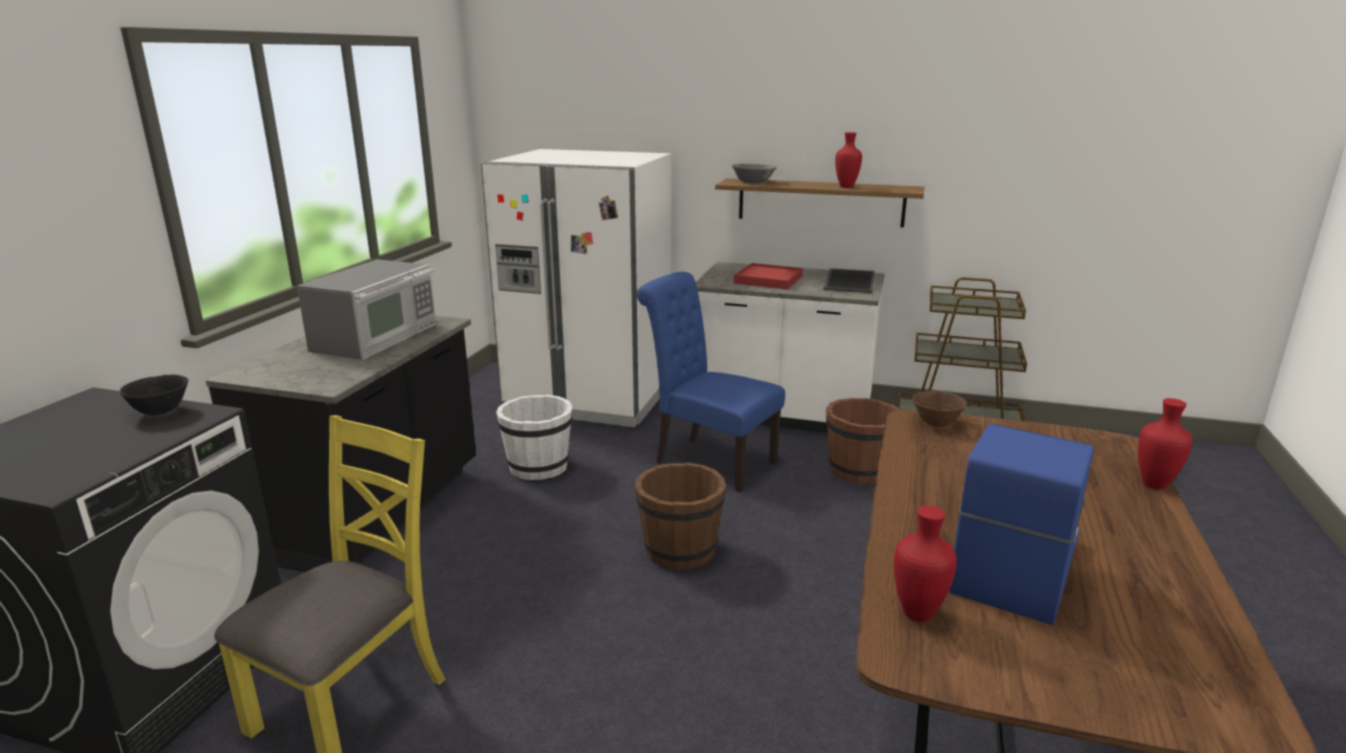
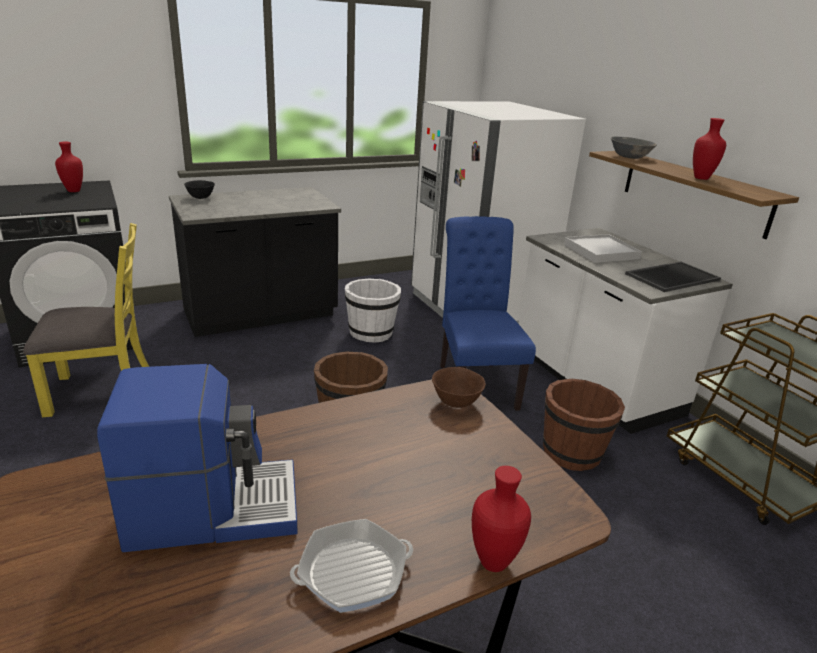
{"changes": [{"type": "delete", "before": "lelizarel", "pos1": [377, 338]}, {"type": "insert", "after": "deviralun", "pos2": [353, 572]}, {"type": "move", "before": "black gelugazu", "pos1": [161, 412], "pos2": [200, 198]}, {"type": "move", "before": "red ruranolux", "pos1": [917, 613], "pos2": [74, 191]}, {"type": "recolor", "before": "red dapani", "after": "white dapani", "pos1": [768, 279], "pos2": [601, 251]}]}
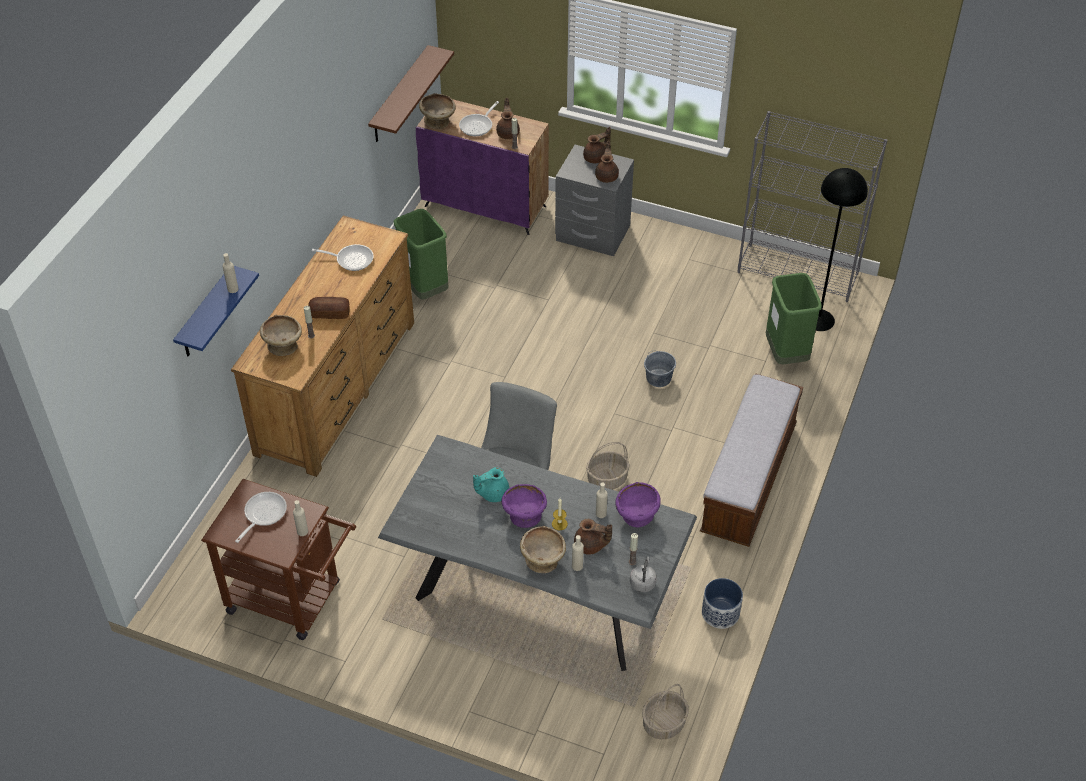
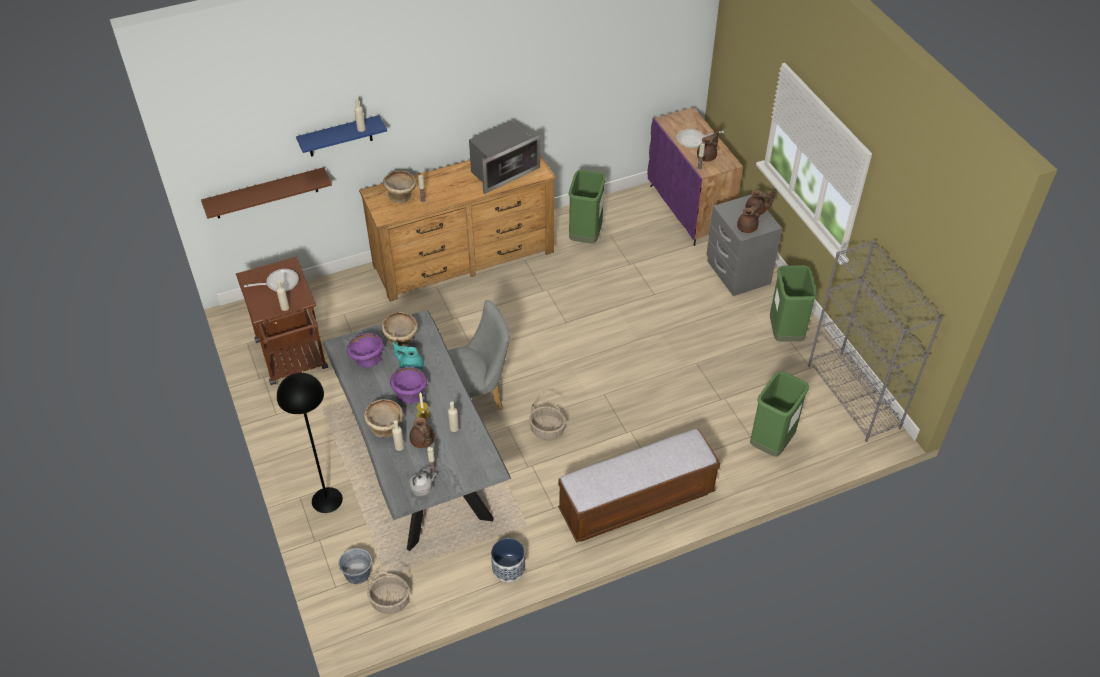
{"changes": [{"type": "delete", "before": "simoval", "pos1": [330, 313]}, {"type": "insert", "after": "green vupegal", "pos2": [785, 333]}, {"type": "move", "before": "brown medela", "pos1": [399, 95], "pos2": [265, 193]}, {"type": "move", "before": "beige gelugazu", "pos1": [438, 121], "pos2": [401, 339]}, {"type": "move", "before": "purple gelugazu", "pos1": [636, 516], "pos2": [367, 359]}, {"type": "move", "before": "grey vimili", "pos1": [659, 378], "pos2": [357, 573]}, {"type": "move", "before": "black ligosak", "pos1": [818, 320], "pos2": [326, 500]}, {"type": "replace", "before": "deviralun", "after": "lelizarel", "pos1": [351, 259], "pos2": [502, 171]}]}
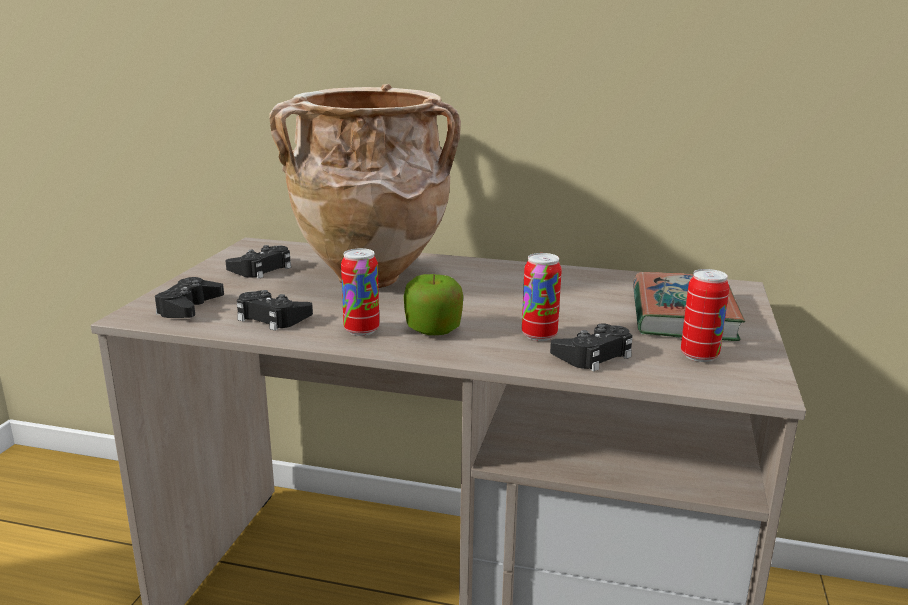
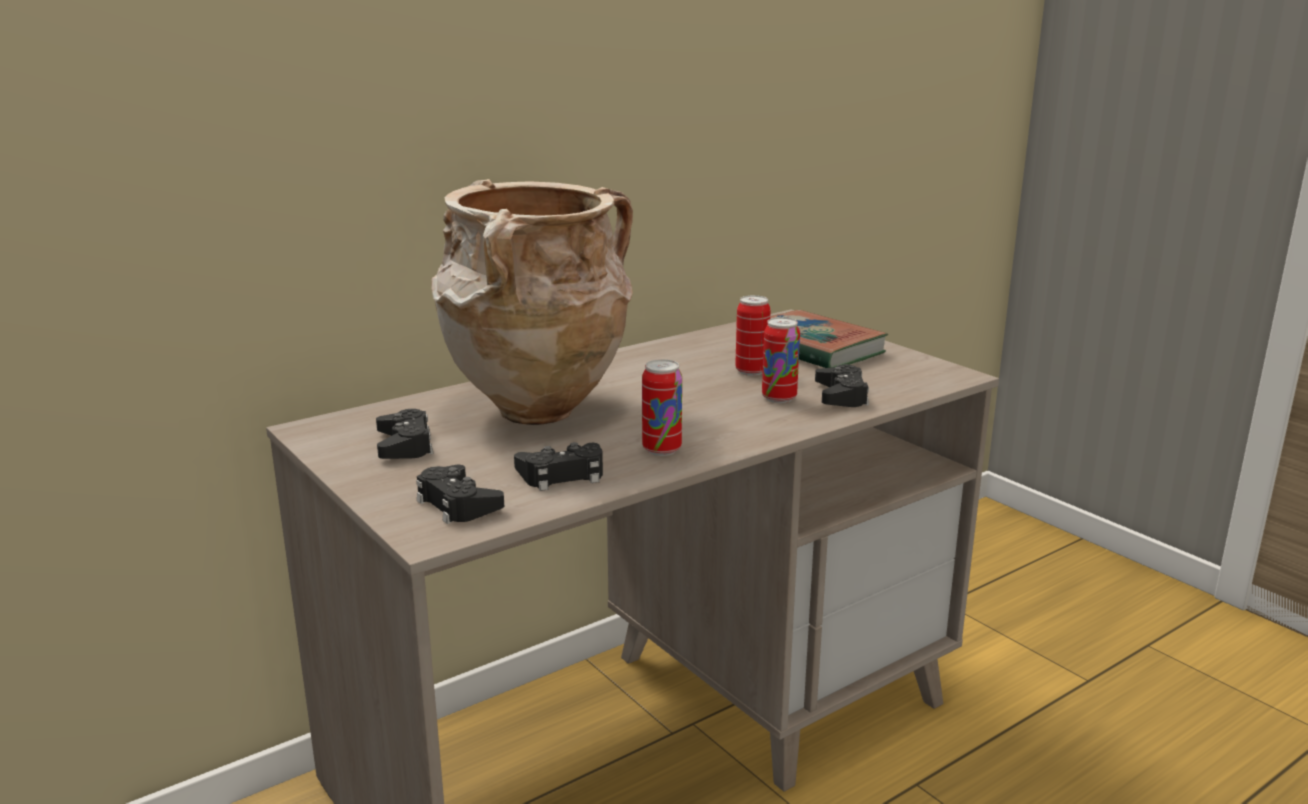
{"changes": [{"type": "delete", "before": "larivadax", "pos1": [433, 329]}, {"type": "move", "before": "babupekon", "pos1": [699, 356], "pos2": [751, 371]}]}
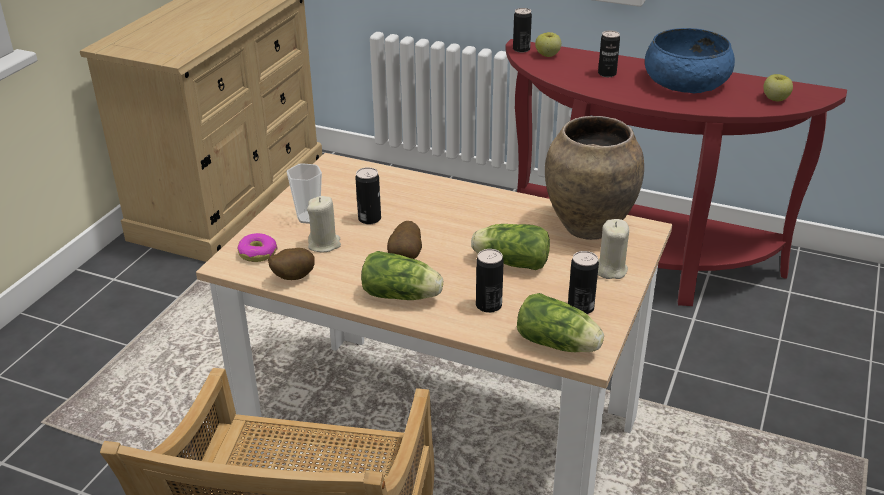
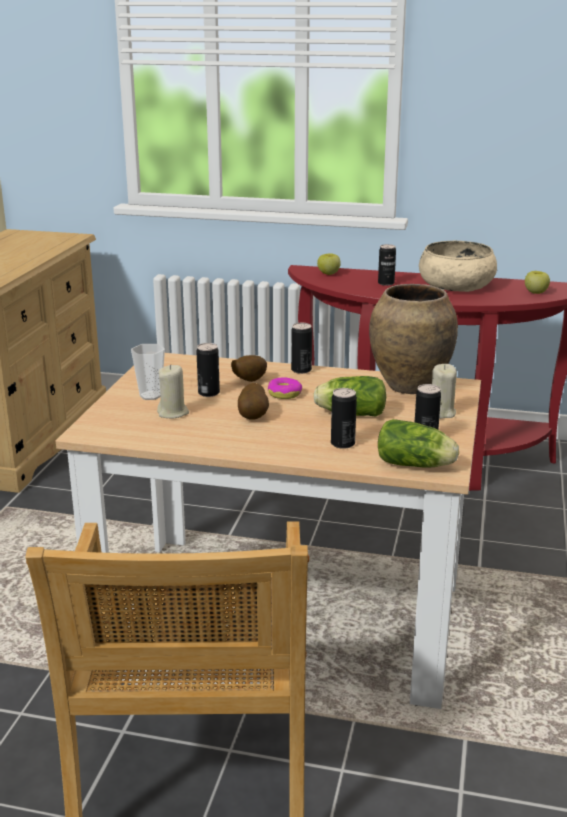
{"changes": [{"type": "delete", "before": "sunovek", "pos1": [403, 296]}, {"type": "move", "before": "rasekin", "pos1": [258, 253], "pos2": [284, 394]}, {"type": "move", "before": "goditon", "pos1": [292, 277], "pos2": [248, 381]}, {"type": "move", "before": "babupekon", "pos1": [521, 49], "pos2": [301, 370]}, {"type": "recolor", "before": "blue gelugazu", "after": "beige gelugazu", "pos1": [686, 81], "pos2": [456, 285]}]}
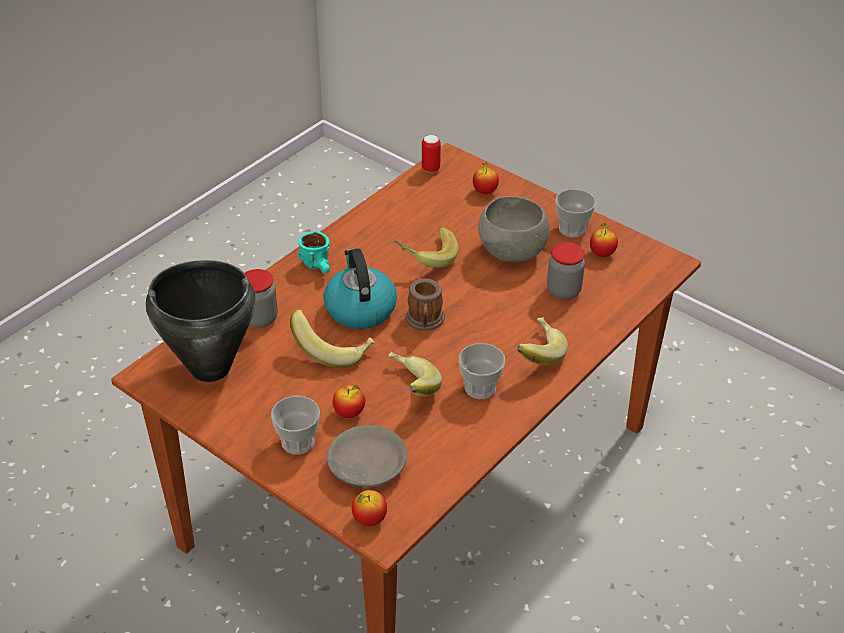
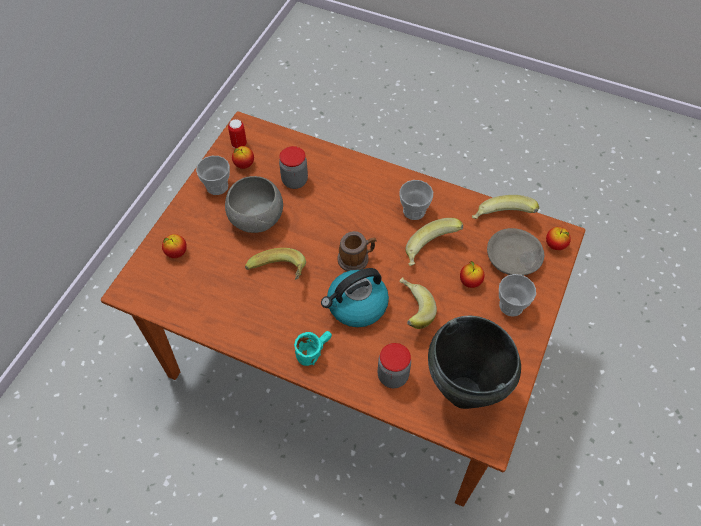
{"changes": [{"type": "move", "before": "babupekon", "pos1": [430, 169], "pos2": [239, 144]}, {"type": "move", "before": "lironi", "pos1": [536, 354], "pos2": [501, 220]}]}
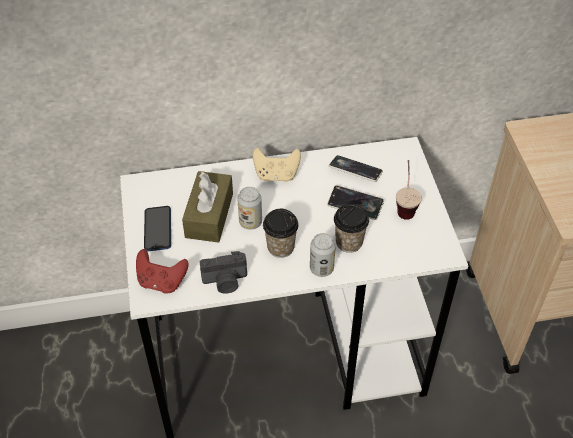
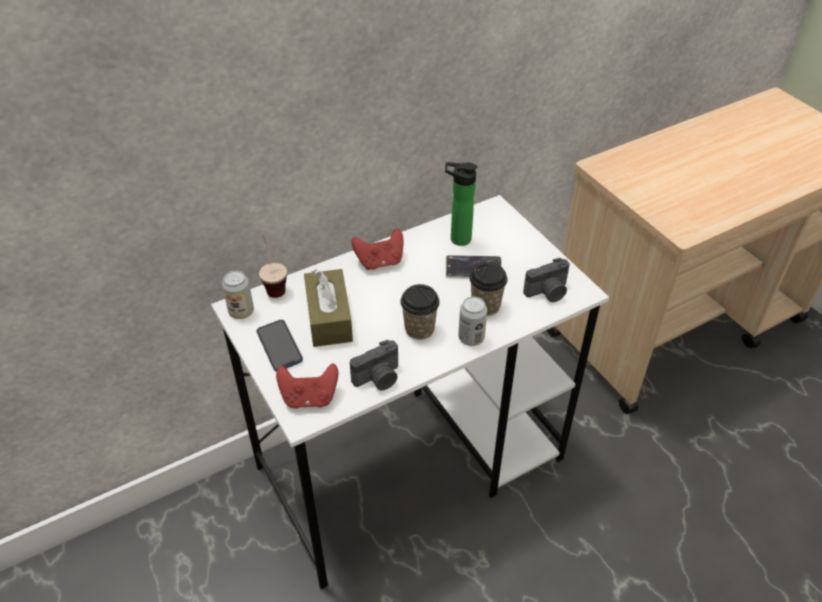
{"changes": [{"type": "insert", "after": "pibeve", "pos2": [548, 292]}, {"type": "move", "before": "babupekon", "pos1": [250, 222], "pos2": [241, 312]}, {"type": "move", "before": "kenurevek", "pos1": [405, 205], "pos2": [274, 284]}, {"type": "replace", "before": "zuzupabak", "after": "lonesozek", "pos1": [355, 171], "pos2": [457, 239]}, {"type": "recolor", "before": "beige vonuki", "after": "red vonuki", "pos1": [276, 175], "pos2": [380, 262]}]}
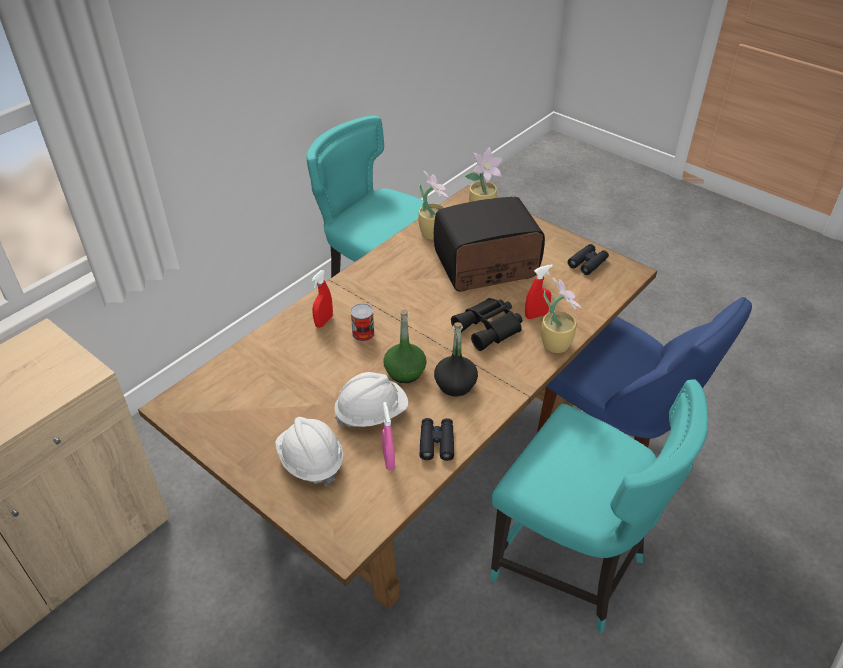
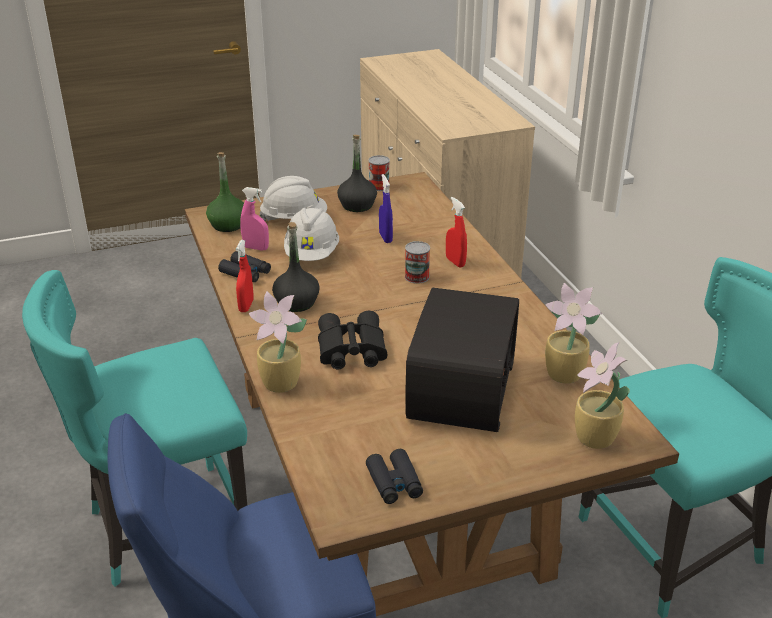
{"changes": [{"type": "insert", "after": "black lonesozek", "pos2": [357, 205]}, {"type": "insert", "after": "babupekon", "pos2": [379, 186]}, {"type": "insert", "after": "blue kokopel", "pos2": [385, 238]}, {"type": "move", "before": "green lonesozek", "pos1": [405, 372], "pos2": [228, 225]}, {"type": "move", "before": "red kokopel", "pos1": [536, 315], "pos2": [246, 306]}]}
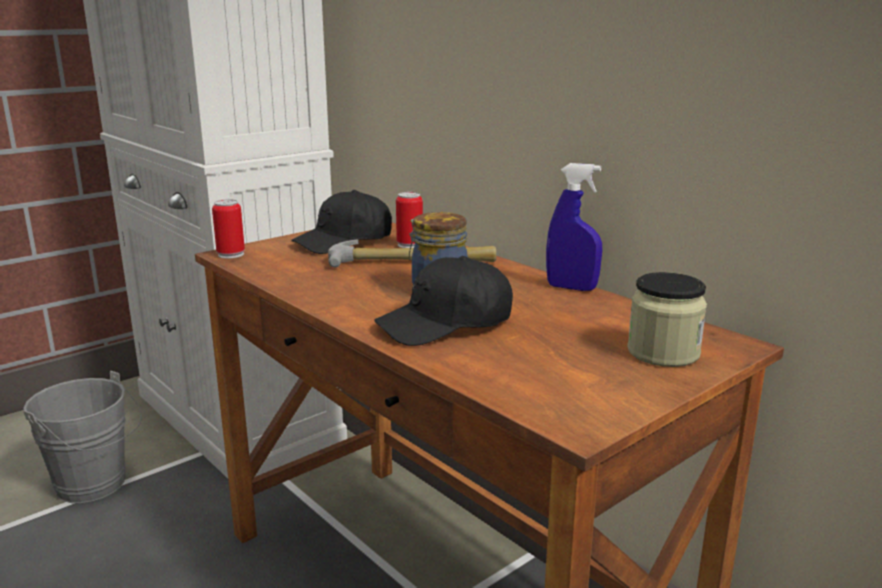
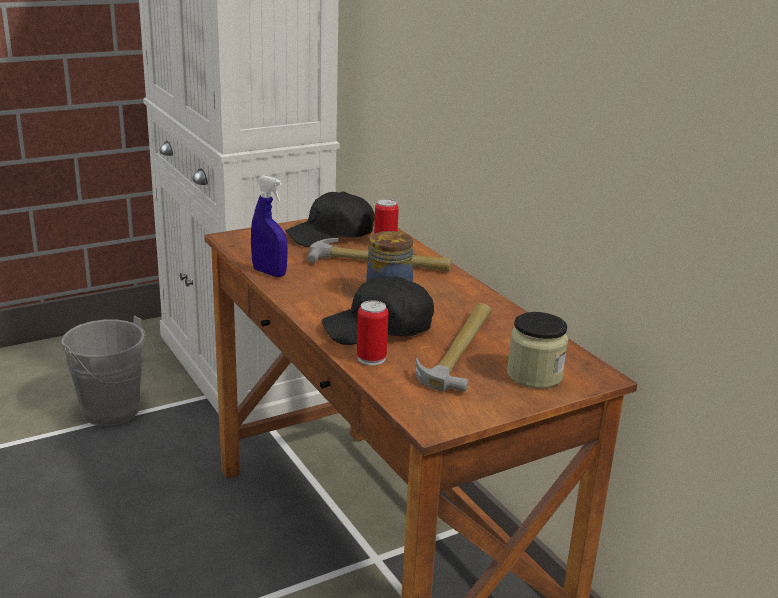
{"changes": [{"type": "insert", "after": "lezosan", "pos2": [460, 350]}, {"type": "move", "before": "babupekon", "pos1": [231, 254], "pos2": [371, 358]}, {"type": "move", "before": "blue kokopel", "pos1": [571, 288], "pos2": [269, 273]}]}
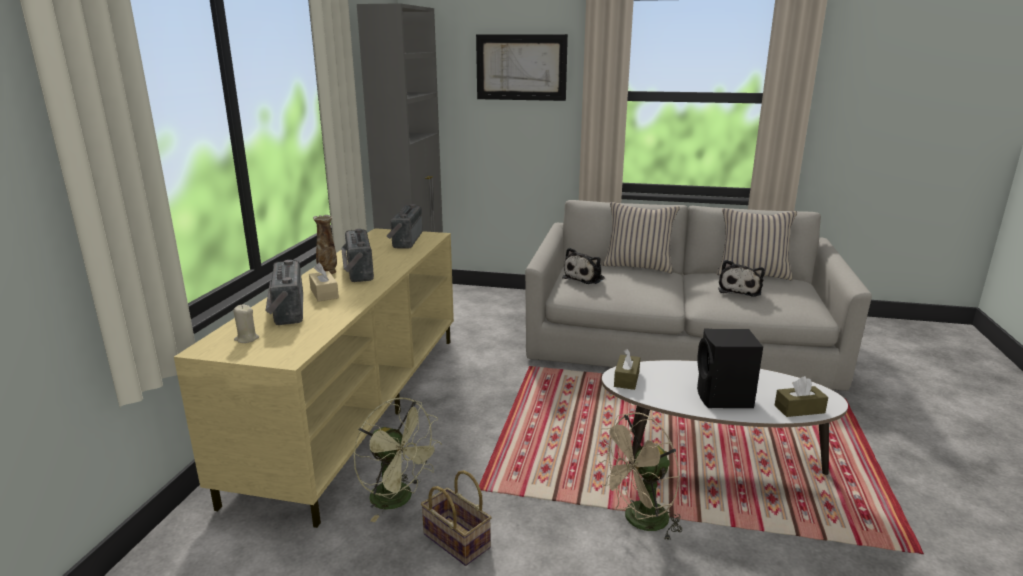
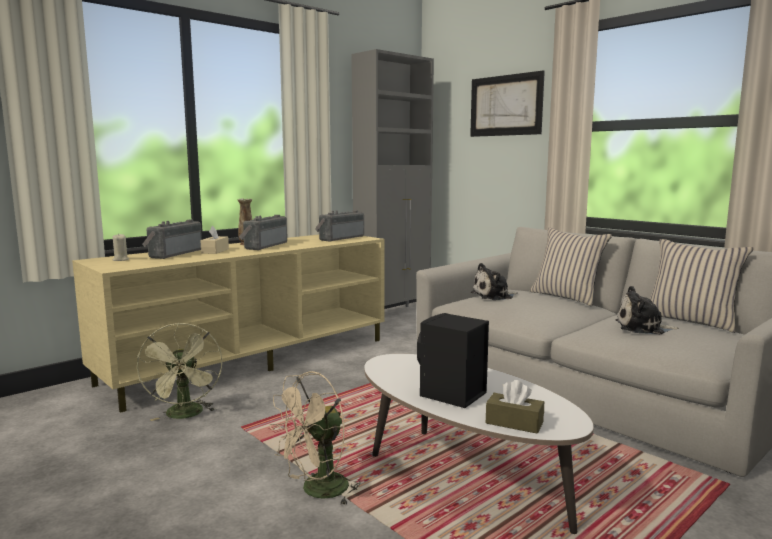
{"changes": [{"type": "delete", "before": "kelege", "pos1": [454, 541]}, {"type": "delete", "before": "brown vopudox", "pos1": [626, 379]}, {"type": "rotate", "before": "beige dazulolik", "pos1": [639, 522], "pos2": [317, 491], "turn": -45}, {"type": "rotate", "before": "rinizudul", "pos1": [739, 290], "pos2": [643, 328], "turn": 45}]}
